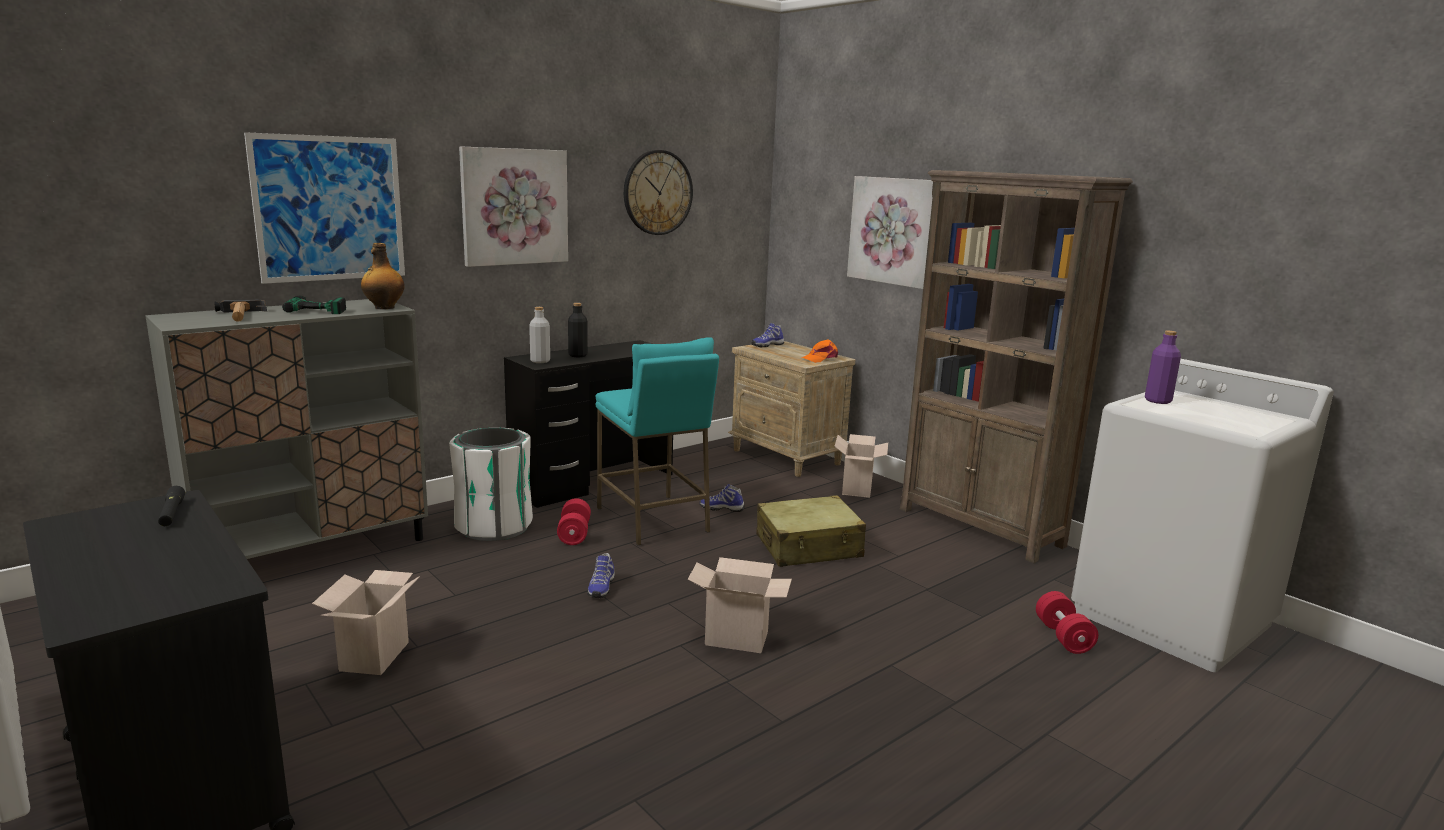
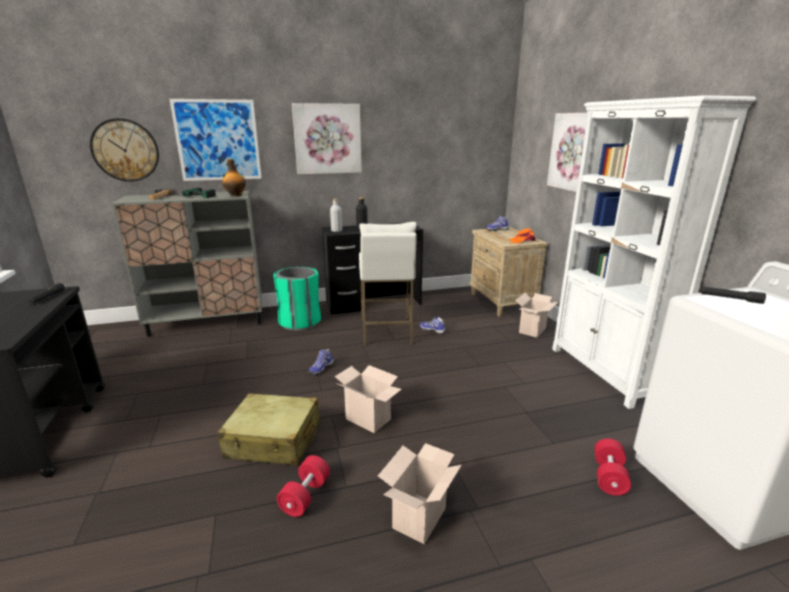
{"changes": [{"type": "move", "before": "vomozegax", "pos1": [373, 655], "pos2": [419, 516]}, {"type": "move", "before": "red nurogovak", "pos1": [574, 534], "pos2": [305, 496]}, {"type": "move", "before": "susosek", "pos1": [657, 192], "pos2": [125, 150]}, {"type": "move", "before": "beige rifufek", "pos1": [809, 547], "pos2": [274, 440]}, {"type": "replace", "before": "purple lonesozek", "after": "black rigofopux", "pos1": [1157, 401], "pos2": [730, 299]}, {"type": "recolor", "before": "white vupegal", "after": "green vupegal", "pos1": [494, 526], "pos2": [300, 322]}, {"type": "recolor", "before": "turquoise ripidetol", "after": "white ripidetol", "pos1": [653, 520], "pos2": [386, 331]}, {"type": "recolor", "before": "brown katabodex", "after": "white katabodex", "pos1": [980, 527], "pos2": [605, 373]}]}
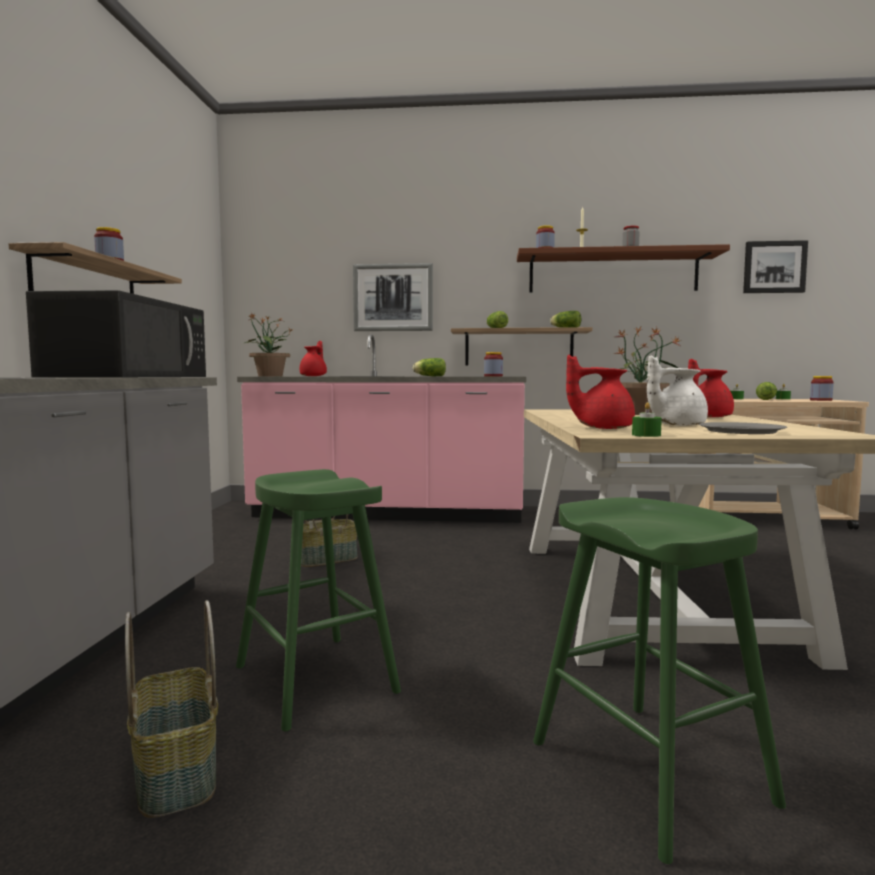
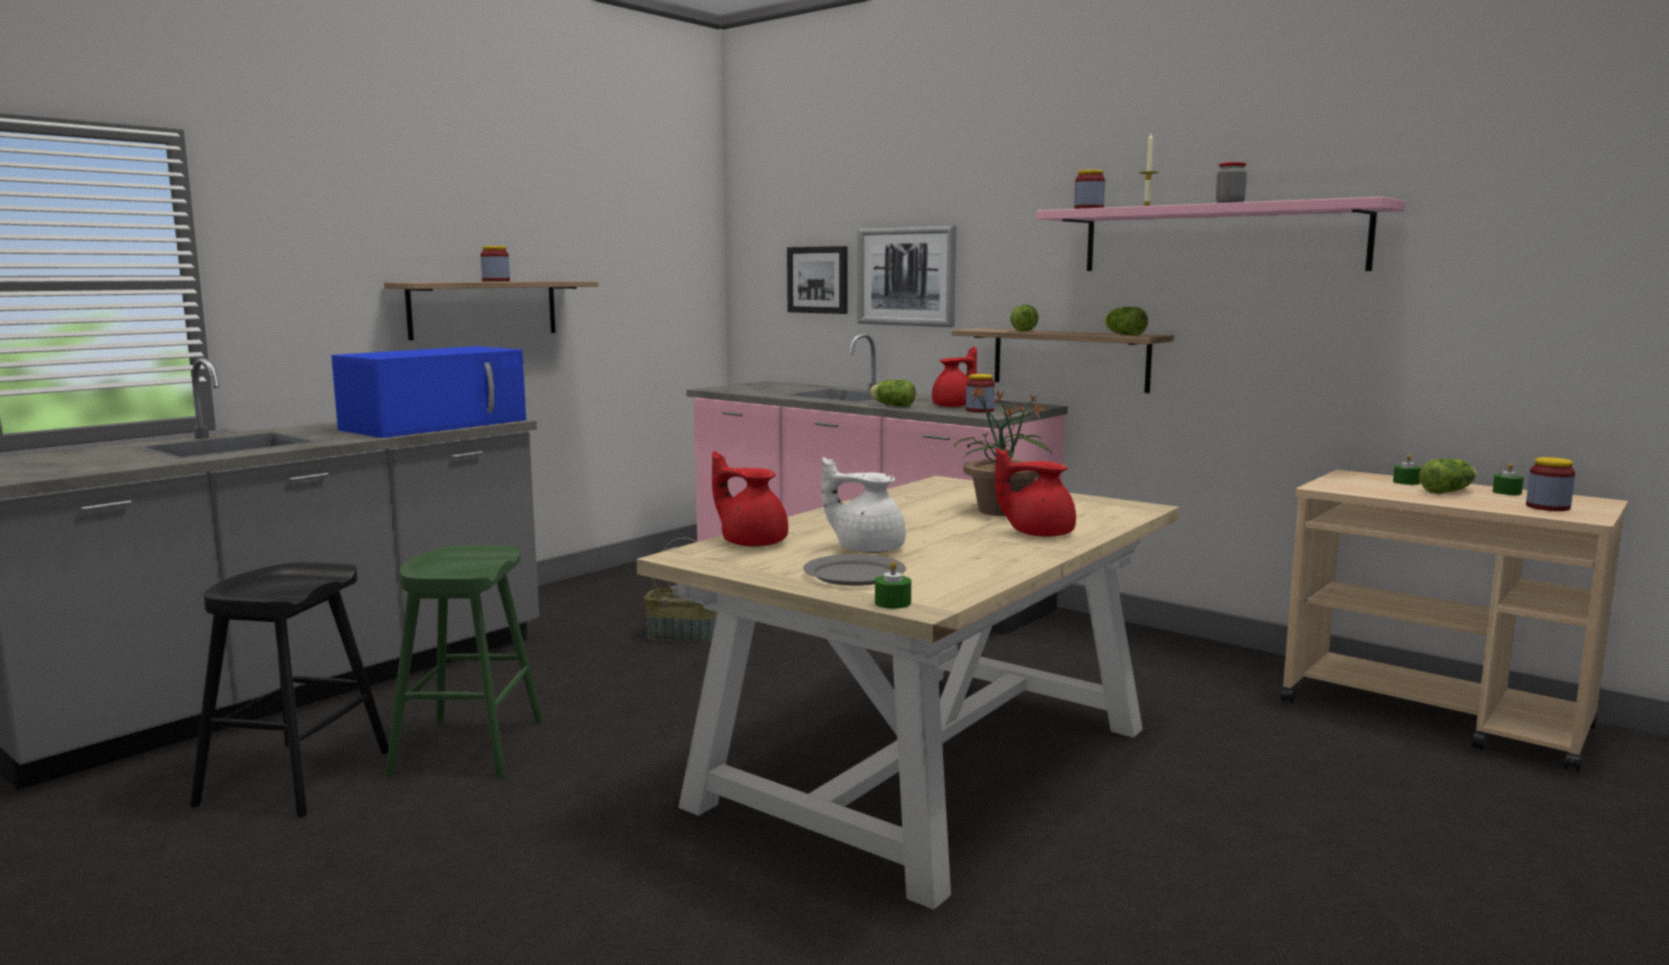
{"changes": [{"type": "delete", "before": "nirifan", "pos1": [269, 376]}, {"type": "delete", "before": "green ripidetol", "pos1": [648, 772]}, {"type": "move", "before": "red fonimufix", "pos1": [314, 376], "pos2": [955, 406]}, {"type": "move", "before": "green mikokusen", "pos1": [646, 435], "pos2": [892, 603]}, {"type": "move", "before": "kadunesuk", "pos1": [774, 267], "pos2": [818, 280]}, {"type": "replace", "before": "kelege", "after": "black ripidetol", "pos1": [174, 771], "pos2": [295, 778]}, {"type": "recolor", "before": "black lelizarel", "after": "blue lelizarel", "pos1": [130, 377], "pos2": [437, 424]}, {"type": "recolor", "before": "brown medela", "after": "pink medela", "pos1": [612, 273], "pos2": [1220, 239]}]}
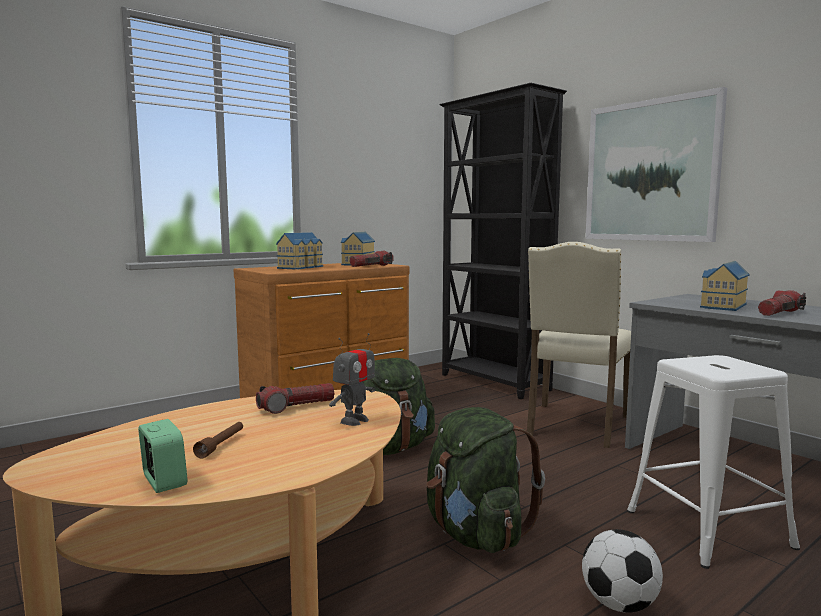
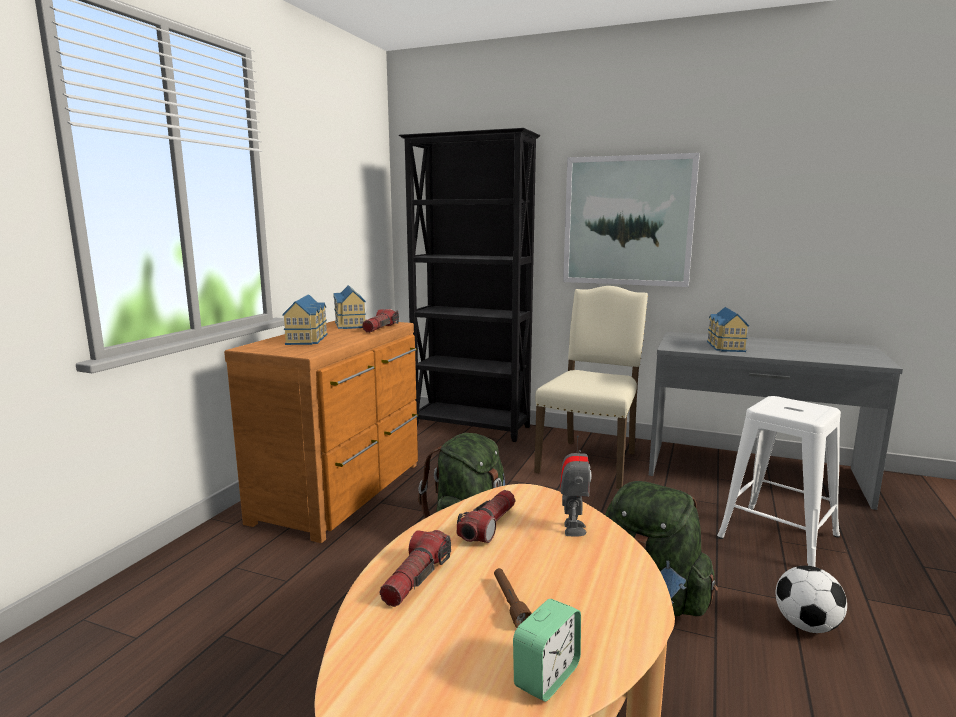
{"changes": [{"type": "move", "before": "rigofopux", "pos1": [779, 313], "pos2": [416, 578]}, {"type": "rotate", "before": "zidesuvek", "pos1": [164, 481], "pos2": [546, 676], "turn": 105}, {"type": "rotate", "before": "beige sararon", "pos1": [575, 425], "pos2": [590, 461], "turn": -150}]}
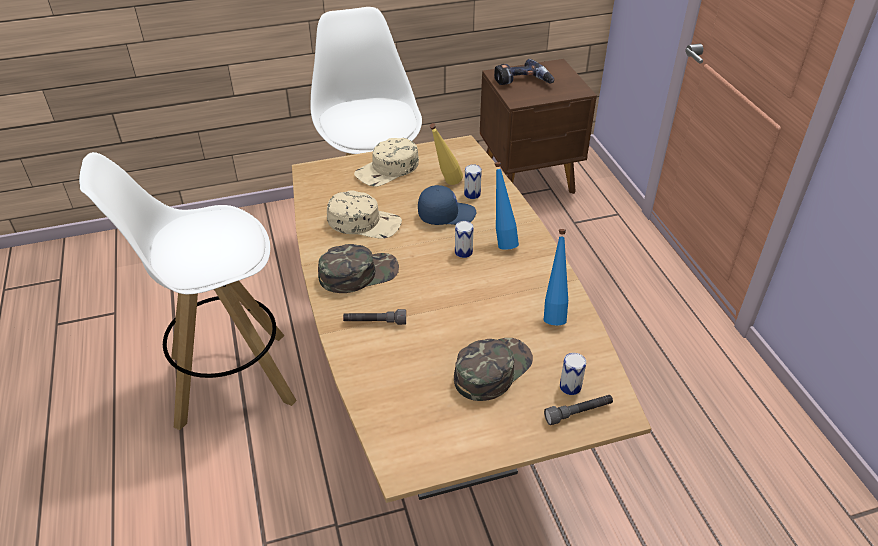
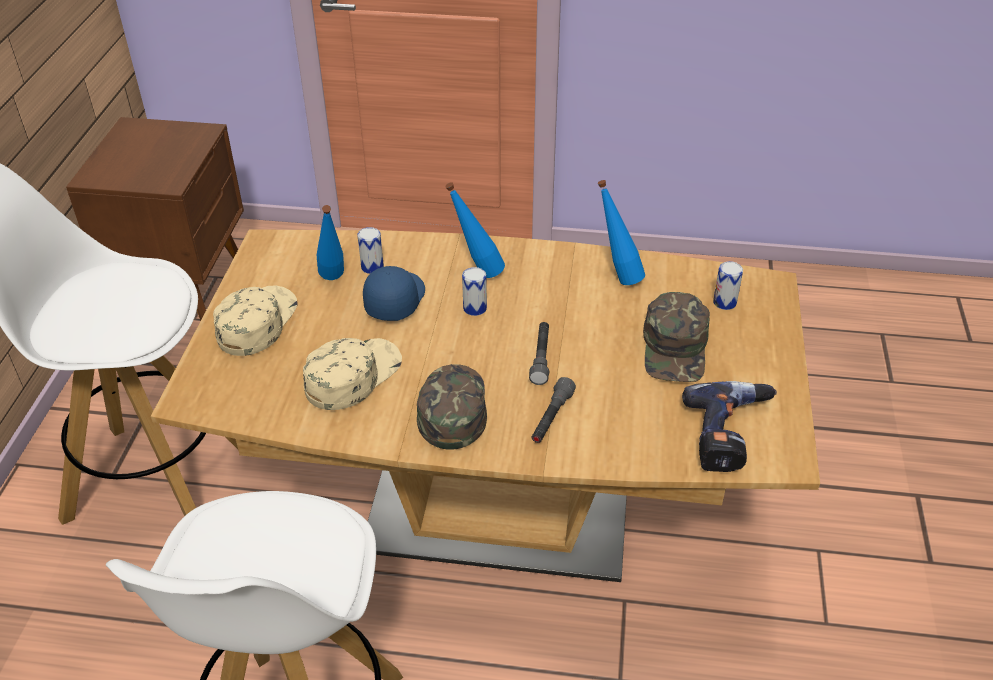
{"changes": [{"type": "move", "before": "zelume", "pos1": [523, 83], "pos2": [731, 434]}, {"type": "move", "before": "grey rigofopux", "pos1": [578, 413], "pos2": [541, 358]}, {"type": "recolor", "before": "yellow lonesozek", "after": "blue lonesozek", "pos1": [445, 184], "pos2": [334, 282]}, {"type": "rotate", "before": "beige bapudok", "pos1": [387, 169], "pos2": [256, 322], "turn": -150}, {"type": "rotate", "before": "green bapudok", "pos1": [492, 369], "pos2": [676, 347], "turn": -150}]}
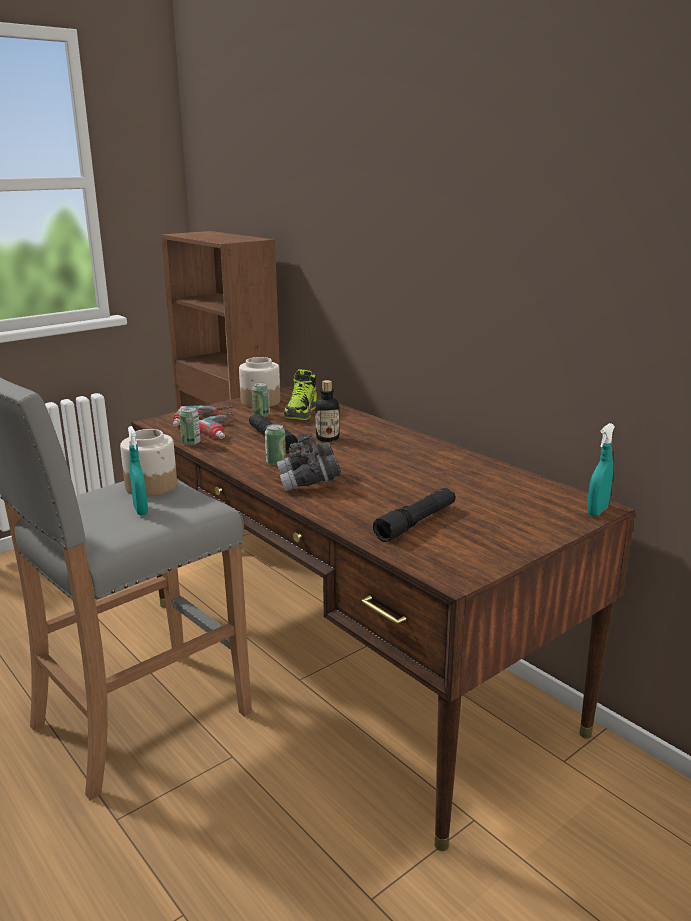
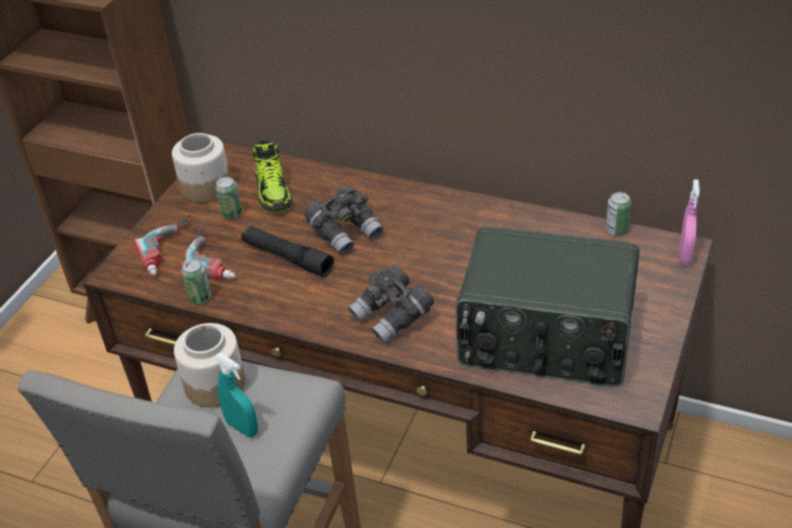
{"changes": [{"type": "move", "before": "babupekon", "pos1": [276, 462], "pos2": [616, 230]}, {"type": "replace", "before": "lonesozek", "after": "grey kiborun", "pos1": [327, 438], "pos2": [346, 232]}, {"type": "replace", "before": "black rigofopux", "after": "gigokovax", "pos1": [416, 523], "pos2": [546, 339]}, {"type": "recolor", "before": "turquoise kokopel", "after": "pink kokopel", "pos1": [597, 511], "pos2": [685, 256]}]}
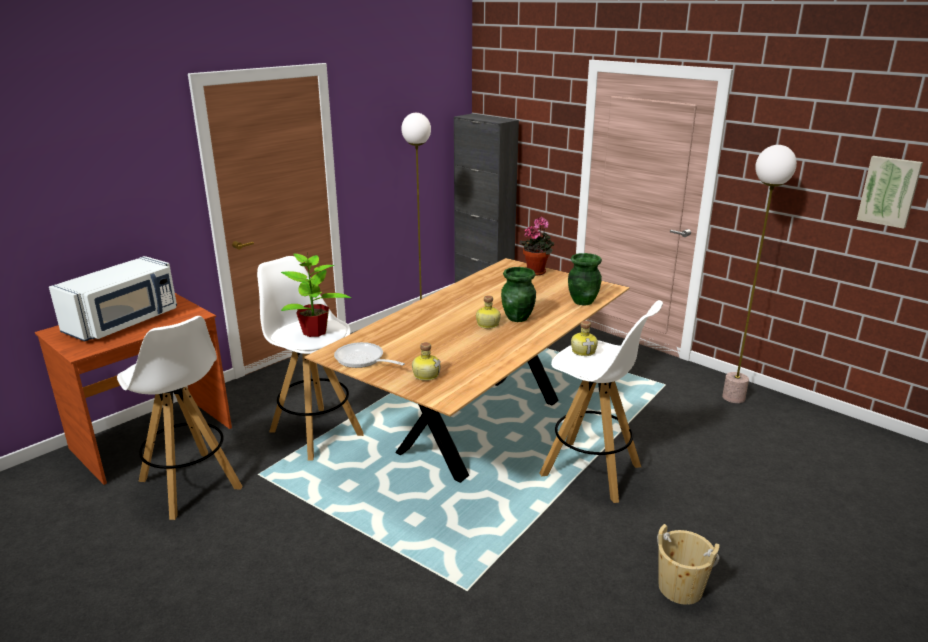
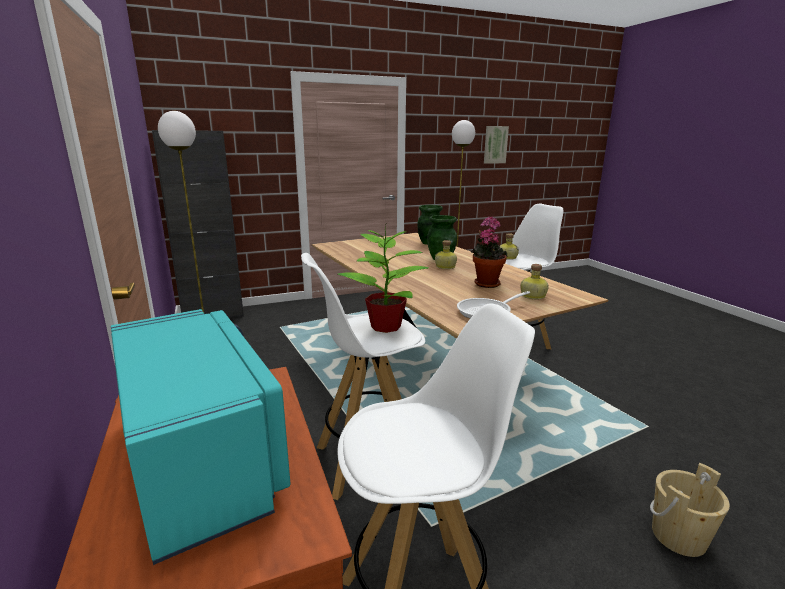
{"changes": [{"type": "move", "before": "nirifan", "pos1": [536, 271], "pos2": [486, 283]}, {"type": "move", "before": "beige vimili", "pos1": [680, 588], "pos2": [678, 536]}, {"type": "recolor", "before": "white lelizarel", "after": "turquoise lelizarel", "pos1": [124, 322], "pos2": [202, 458]}]}
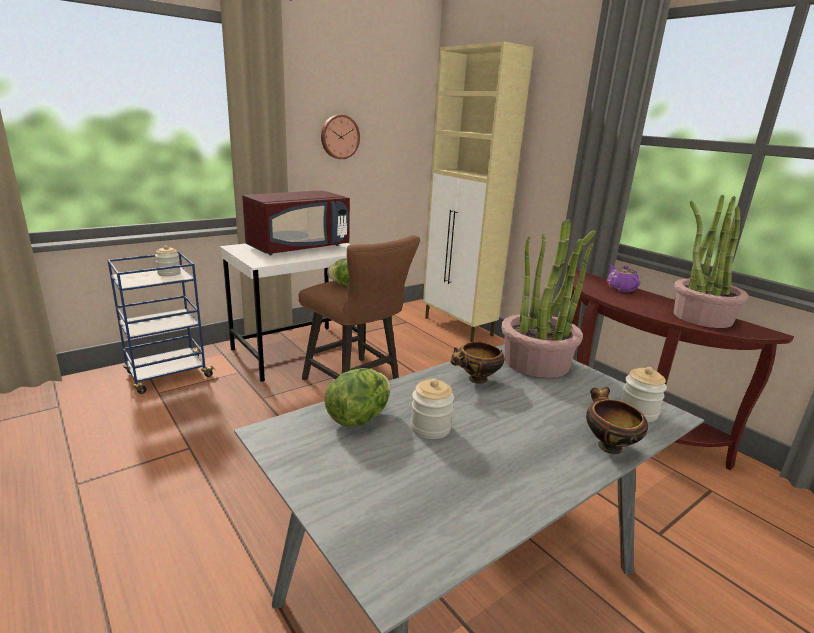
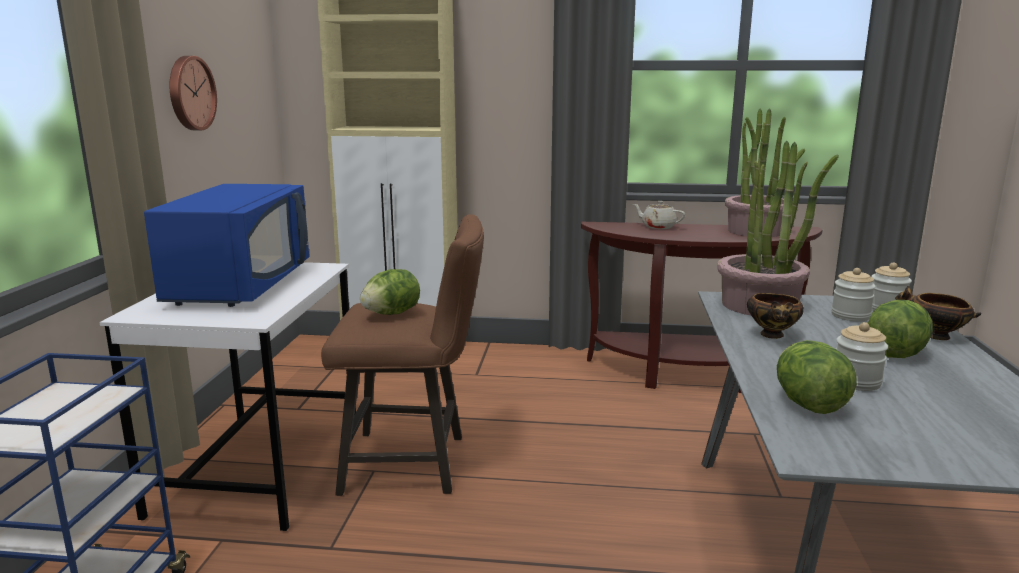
{"changes": [{"type": "insert", "after": "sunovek", "pos2": [895, 353]}, {"type": "move", "before": "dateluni", "pos1": [169, 273], "pos2": [850, 316]}, {"type": "recolor", "before": "red lelizarel", "after": "blue lelizarel", "pos1": [298, 248], "pos2": [241, 285]}, {"type": "recolor", "before": "purple fonimufix", "after": "beige fonimufix", "pos1": [620, 288], "pos2": [657, 227]}]}
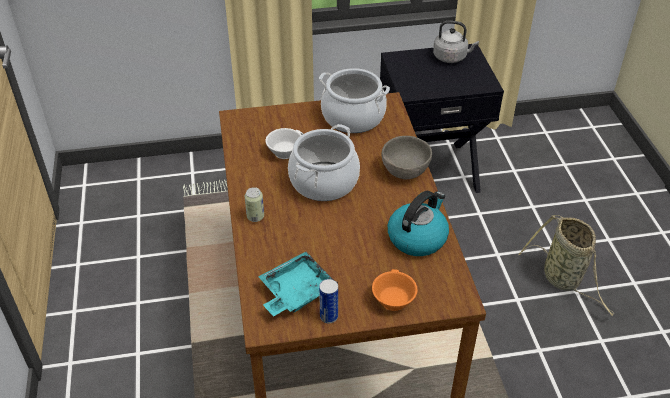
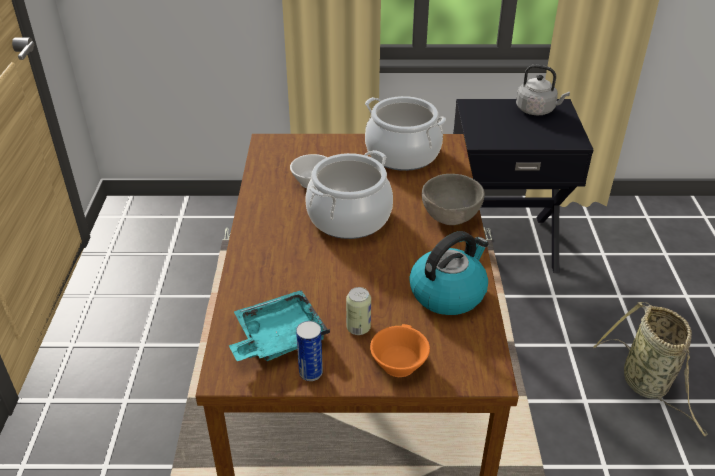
{"changes": [{"type": "move", "before": "babupekon", "pos1": [255, 217], "pos2": [358, 328]}]}
